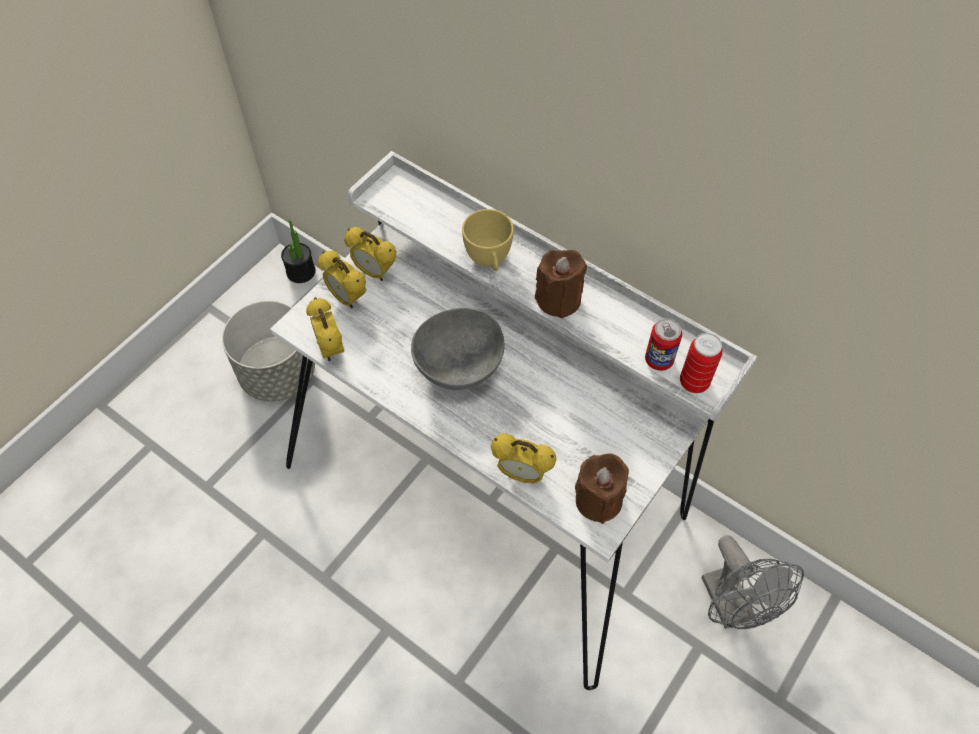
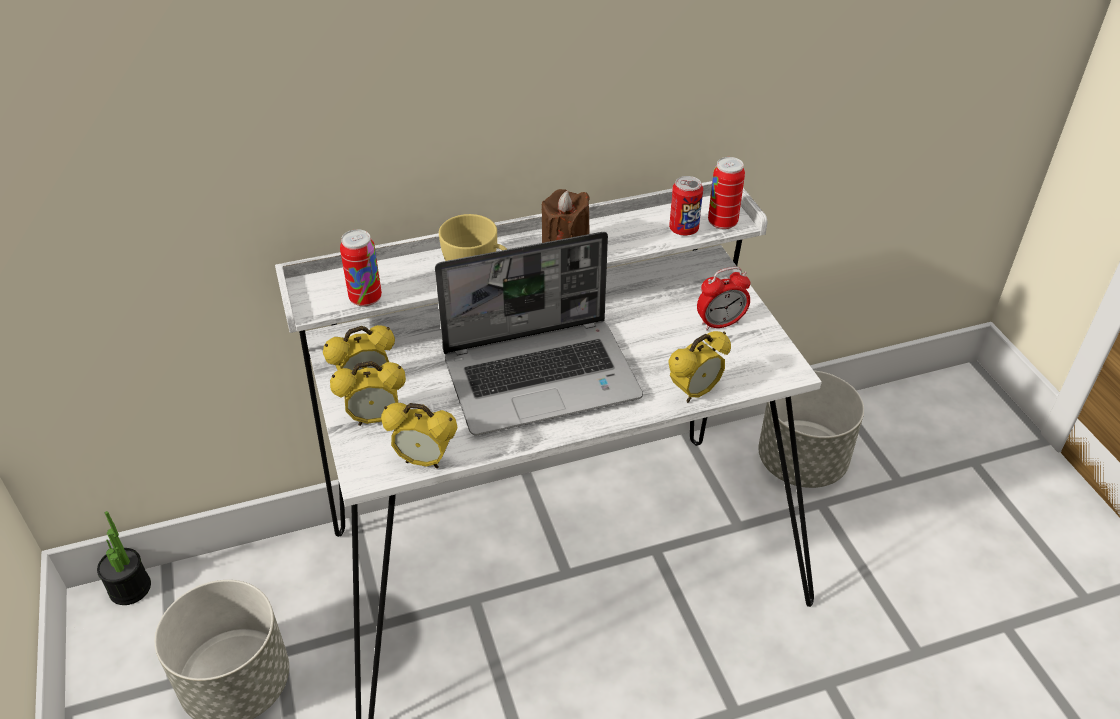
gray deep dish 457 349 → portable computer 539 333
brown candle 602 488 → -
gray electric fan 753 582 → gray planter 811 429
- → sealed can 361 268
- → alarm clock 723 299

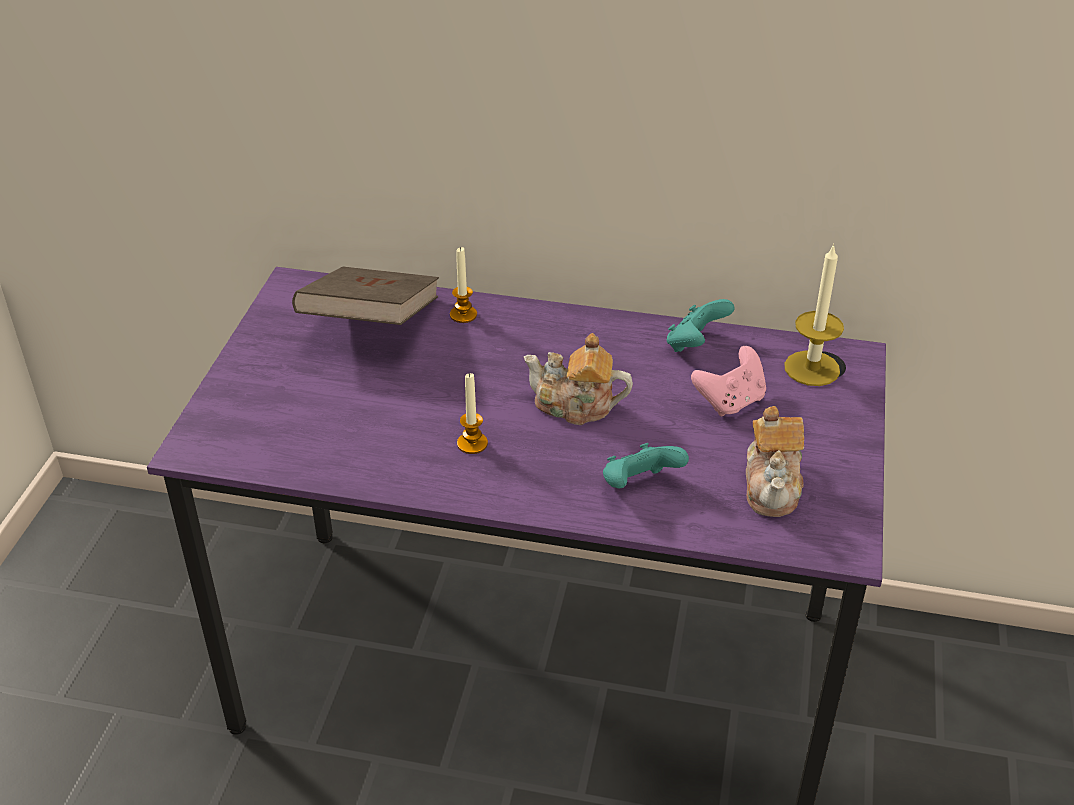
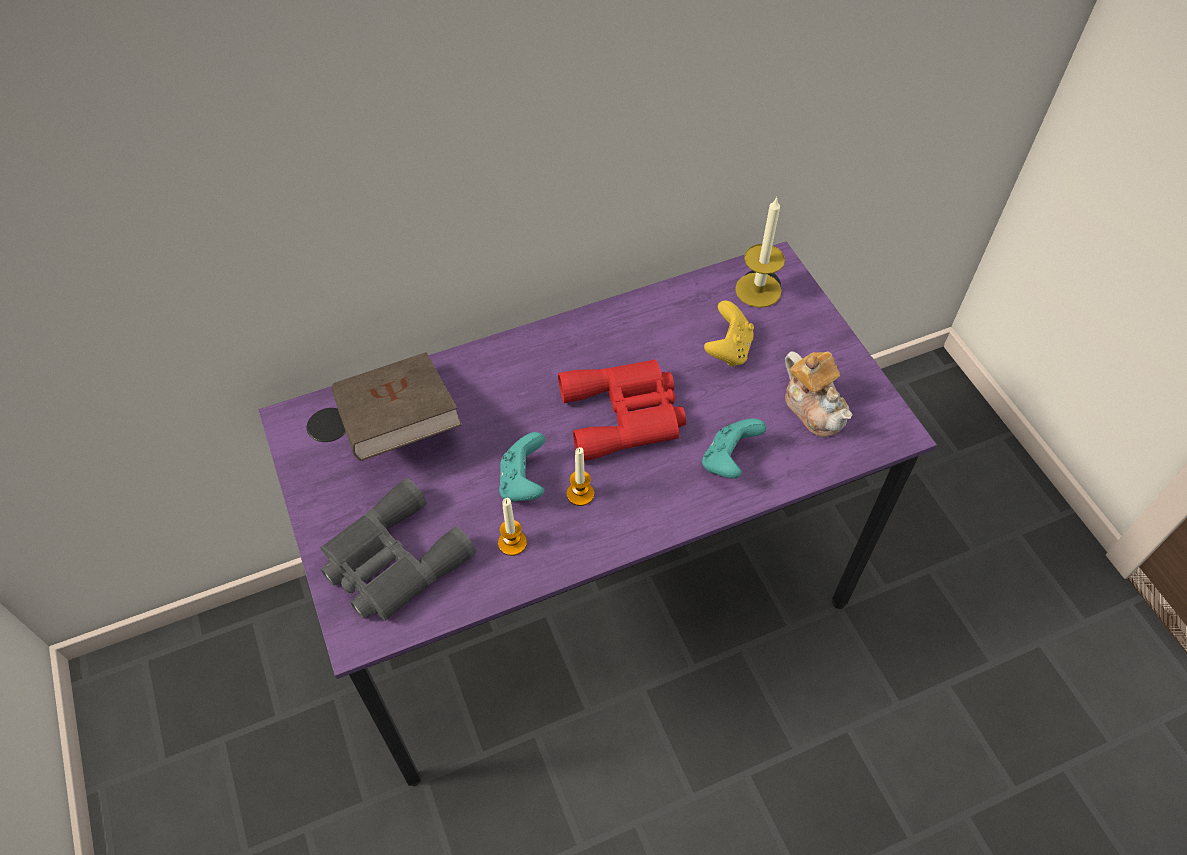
candle 463 285 → candle 512 527, move
teapot 578 379 → reddish field glasses 622 410
blue-green game controller 700 325 → blue-green game controller 522 467, move
pinkish game controller 728 381 → yellow-coloured game controller 729 334
- → gray field glasses 398 549

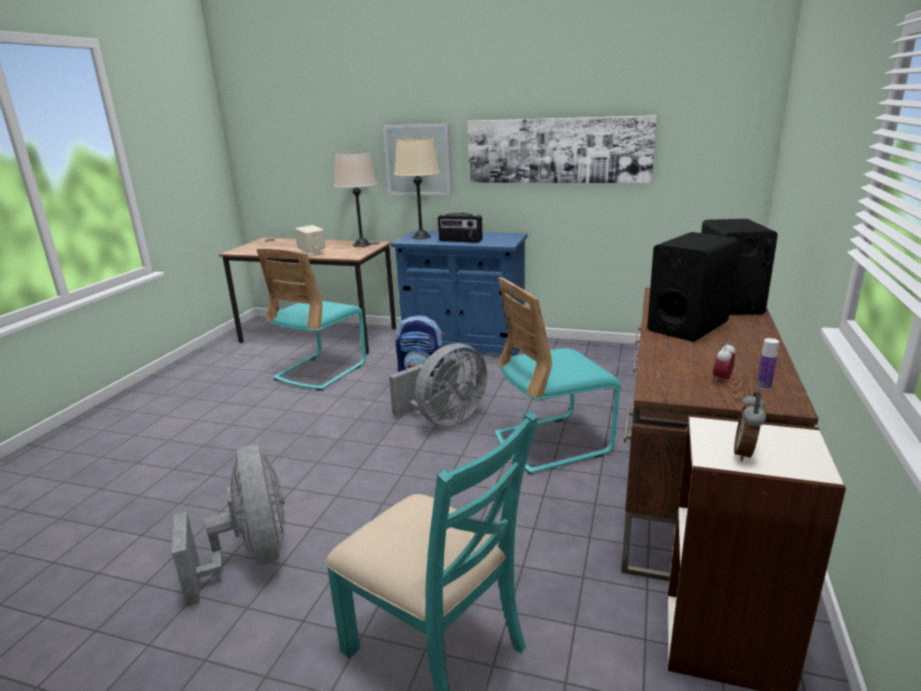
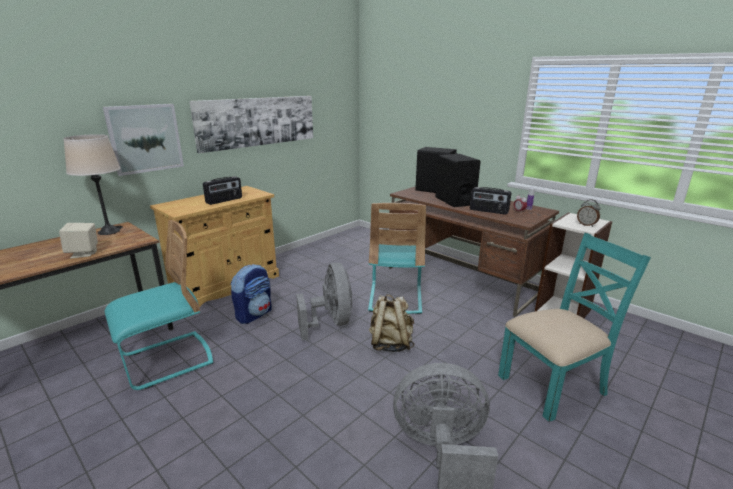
blue-green chair 311 319 → blue-green chair 159 305, 90 degrees counterclockwise
bluish storage cabinet 459 293 → sand-coloured storage cabinet 214 246
sand-coloured lamp for a table 417 188 → -
- → sand-coloured backpack 391 323
- → radio set 490 201

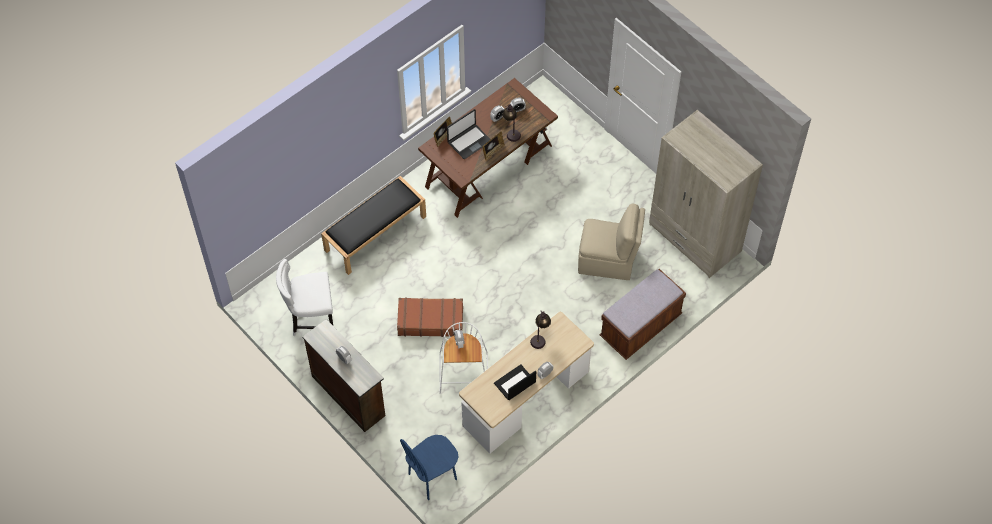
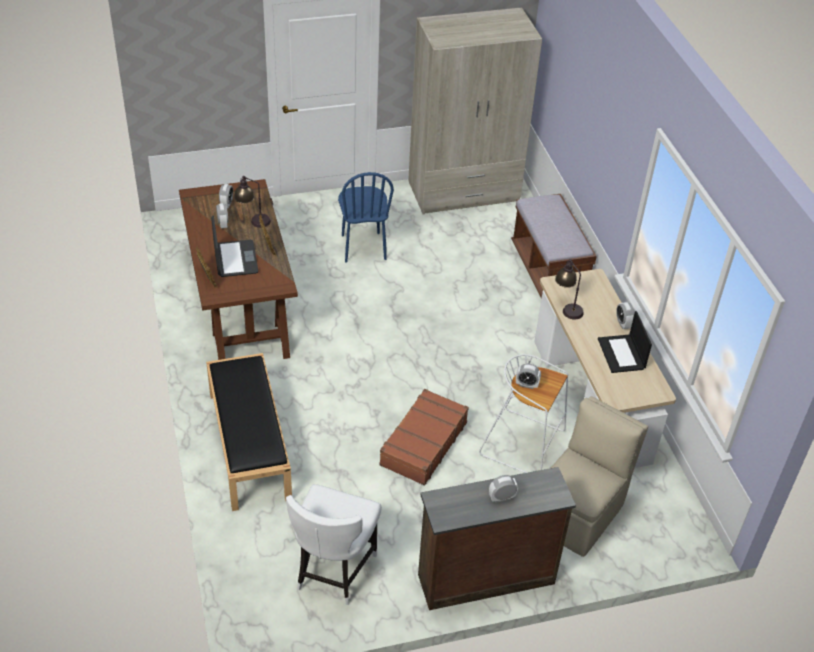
bluish chair 429 467 → bluish chair 366 217, move
sand-coloured chair 611 241 → sand-coloured chair 599 476, move

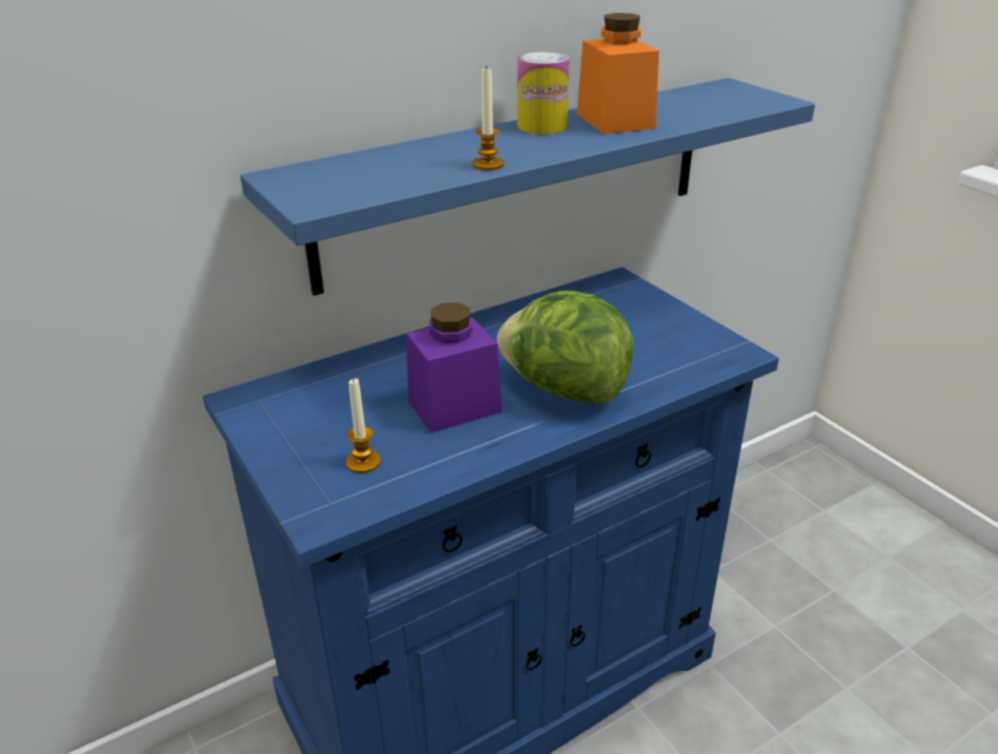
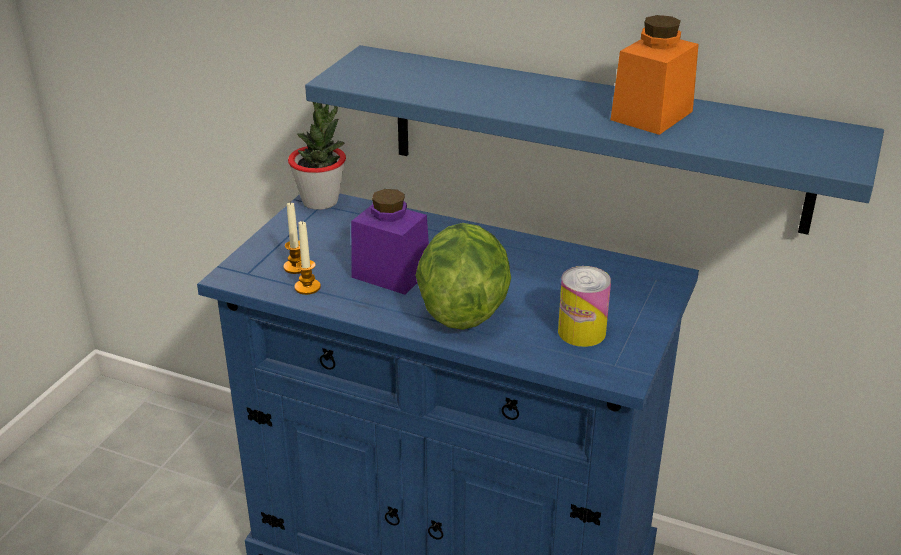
candle 488 117 → candle 308 258, move
sealed can 543 92 → sealed can 584 306, move
- → potted plant 317 156

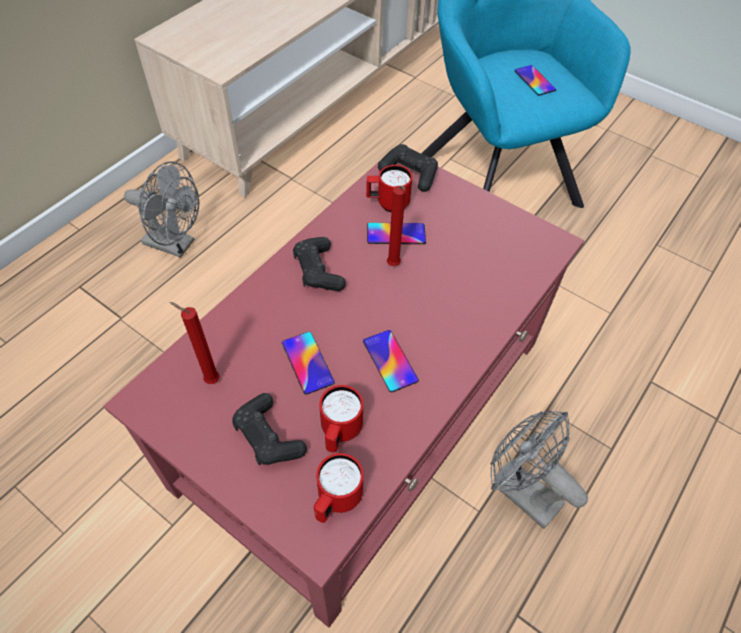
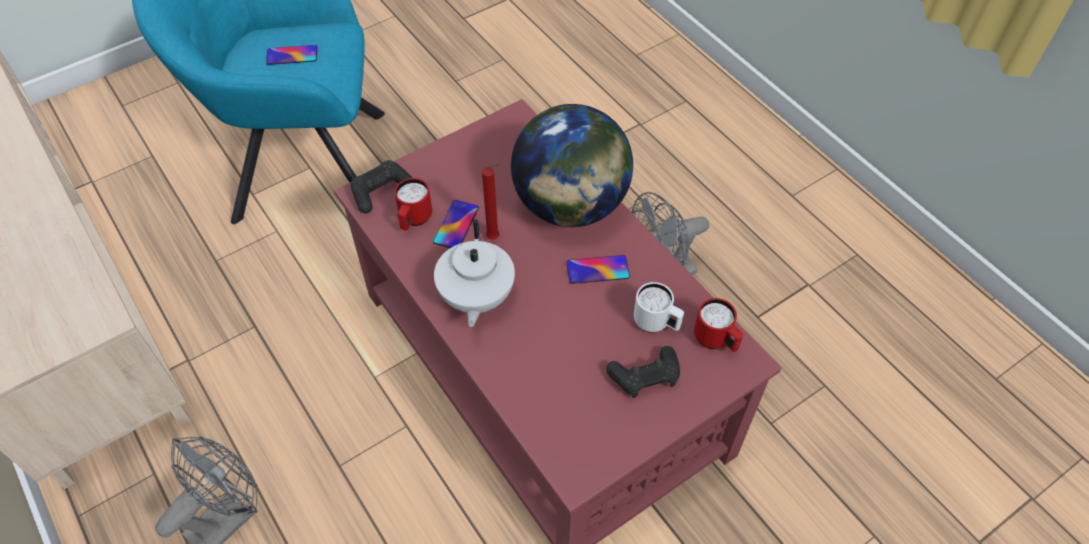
reddish candle 194 343 → -
telephone 308 363 → -
black-coloured game controller 319 264 → whitish teapot 474 273
reddish coffee mug 341 419 → whitish coffee mug 659 307
- → desk globe 572 165

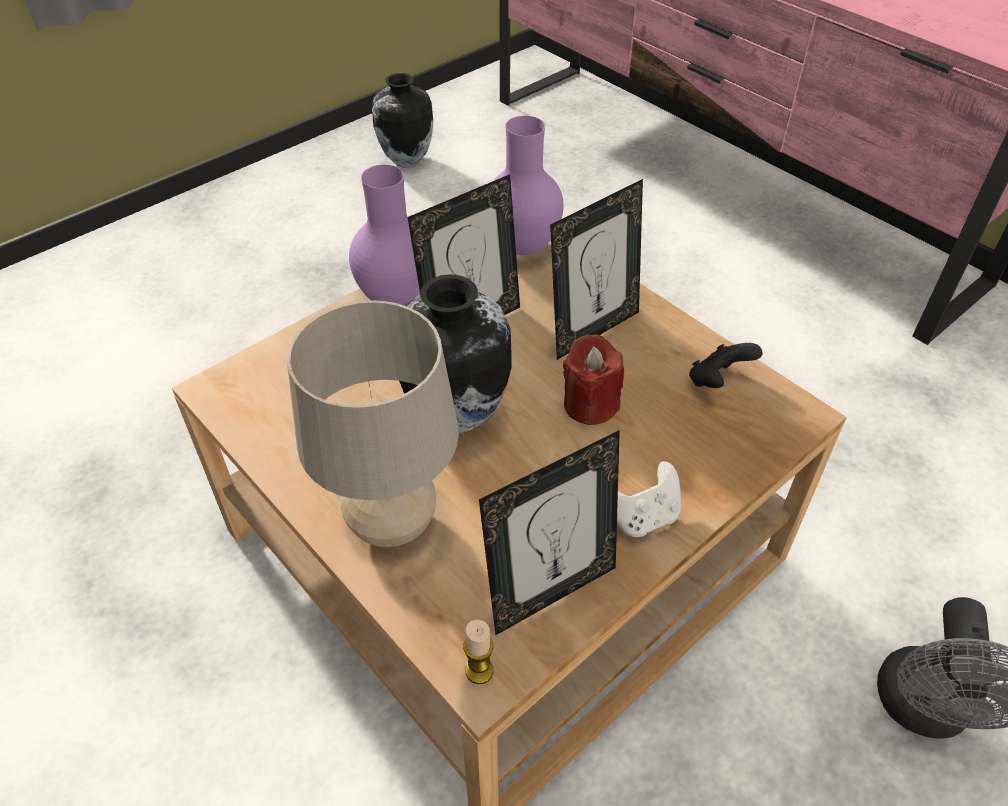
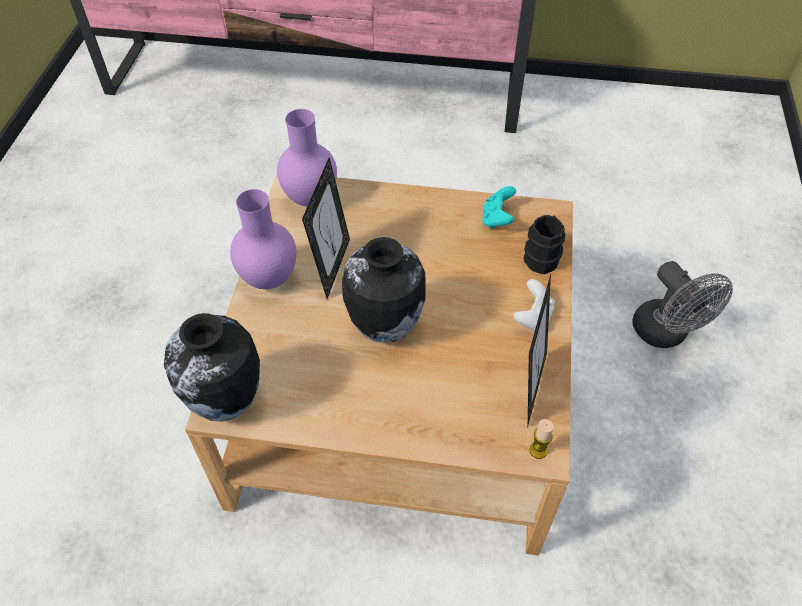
sand-coloured lamp for a table 373 423 → -
flower vase 402 120 → flower vase 212 367, move
picture frame 596 269 → -
reddish candle 593 379 → -
black-coloured game controller 726 365 → blue-green game controller 499 207
- → black-coloured coffee mug 544 244

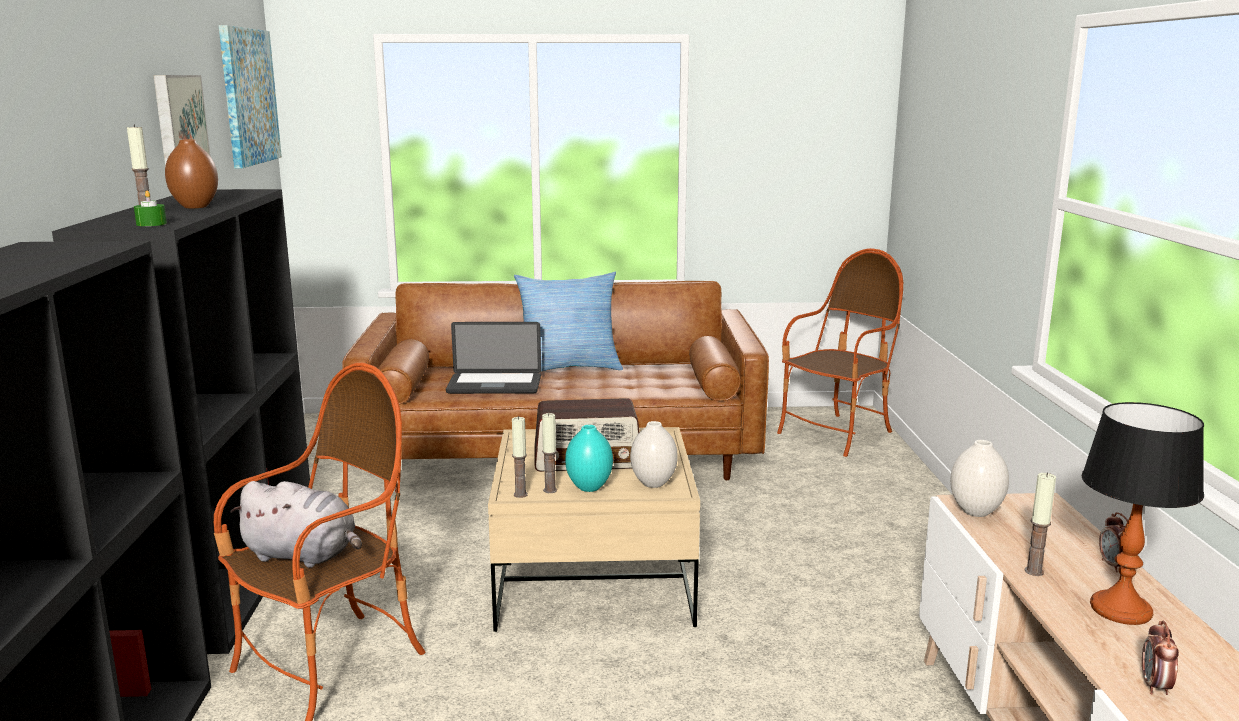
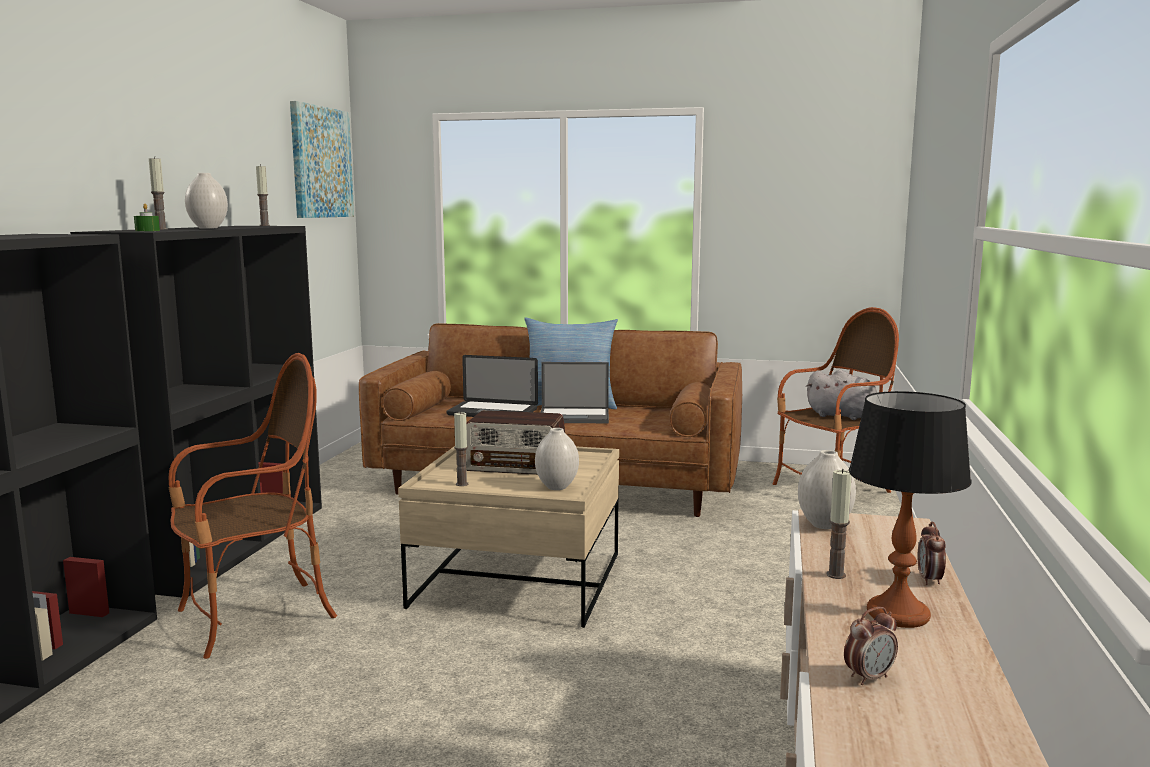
wall picture 182 120 → -
brown flower vase 191 173 → whitish flower vase 206 200
gray soft toy 296 524 → gray soft toy 841 395, move
candle 520 457 → candle 263 195, move
blue-green flower vase 589 458 → -
alarm clock 1160 657 → alarm clock 871 646, 150 degrees counterclockwise
- → portable computer 574 392

